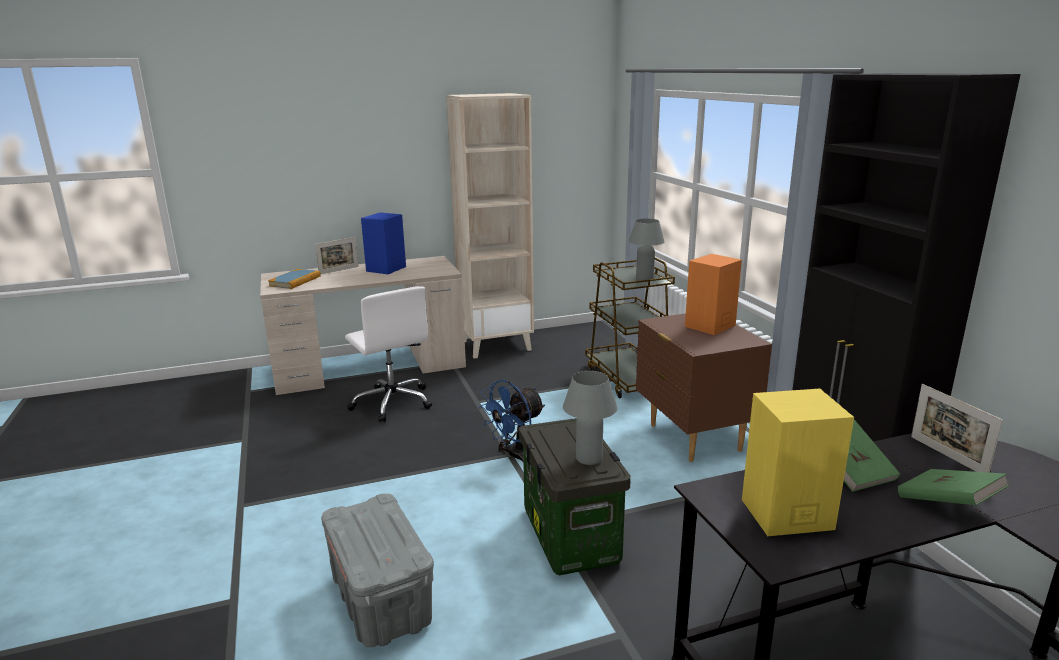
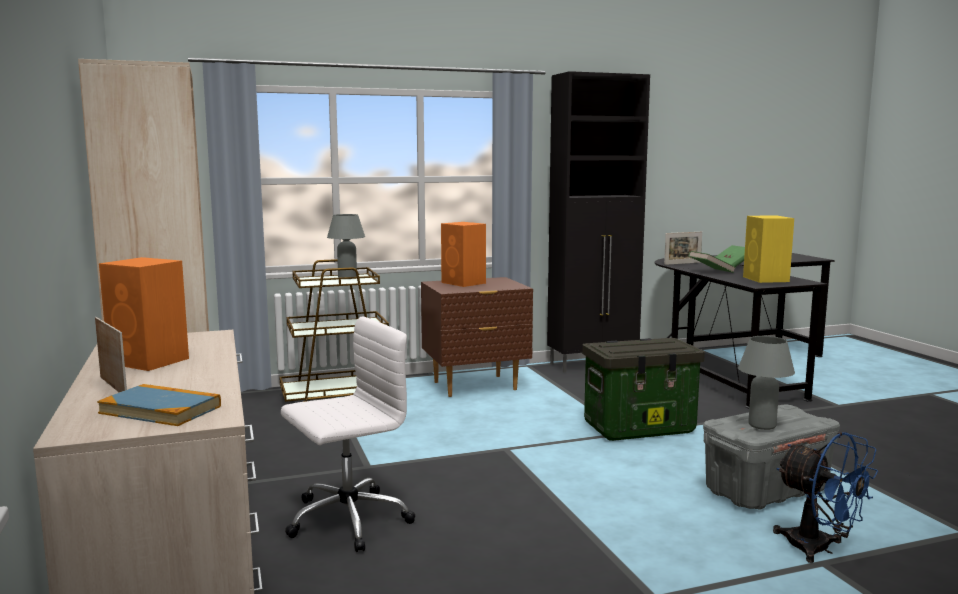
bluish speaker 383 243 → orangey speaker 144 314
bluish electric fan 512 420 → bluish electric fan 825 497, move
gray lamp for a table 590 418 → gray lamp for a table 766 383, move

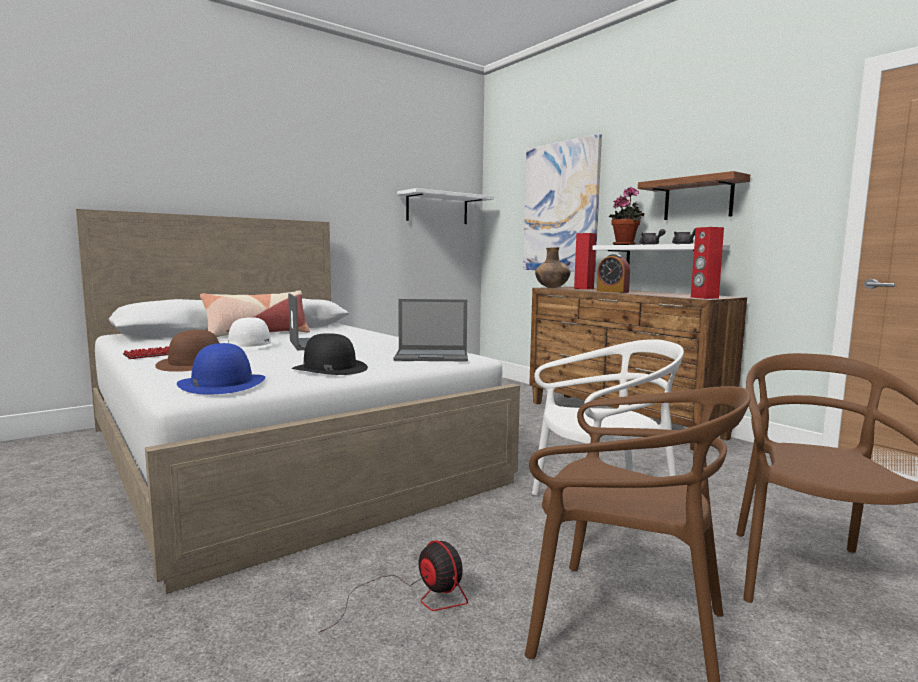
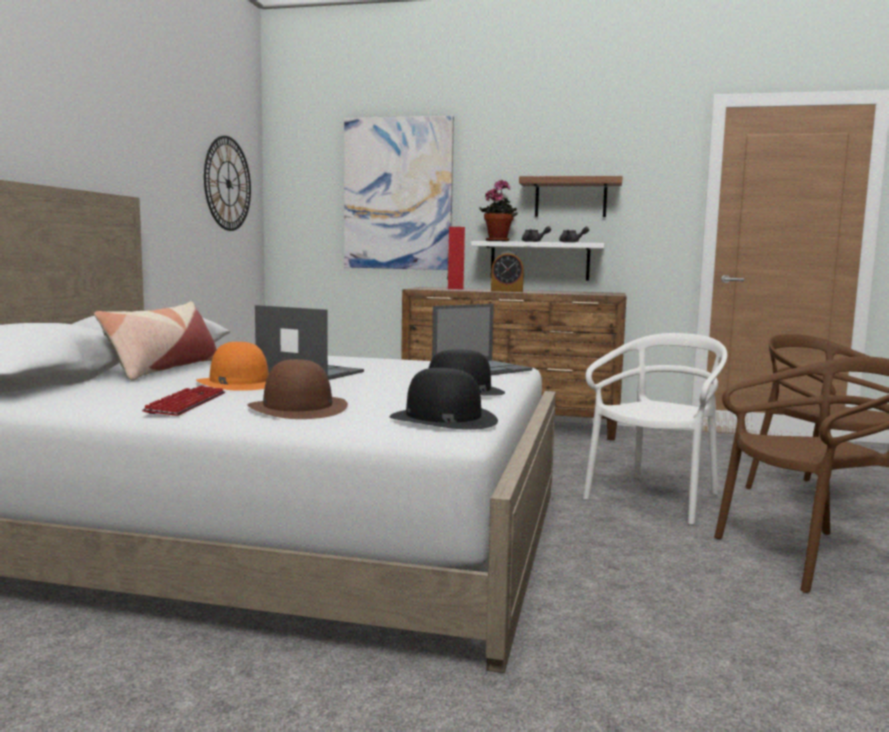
bluish wearable hat 221 369 → black-coloured wearable hat 443 399
whitish wearable hat 250 334 → orangey wearable hat 232 366
electric fan 393 586 → -
whitish wall shelf 445 206 → wall clock 227 183
brown flower vase 553 267 → -
reddish speaker 707 263 → -

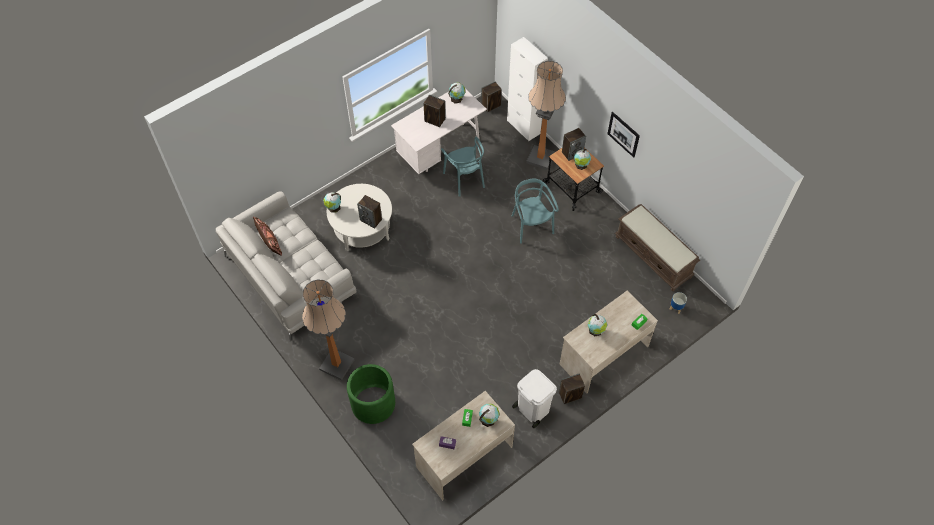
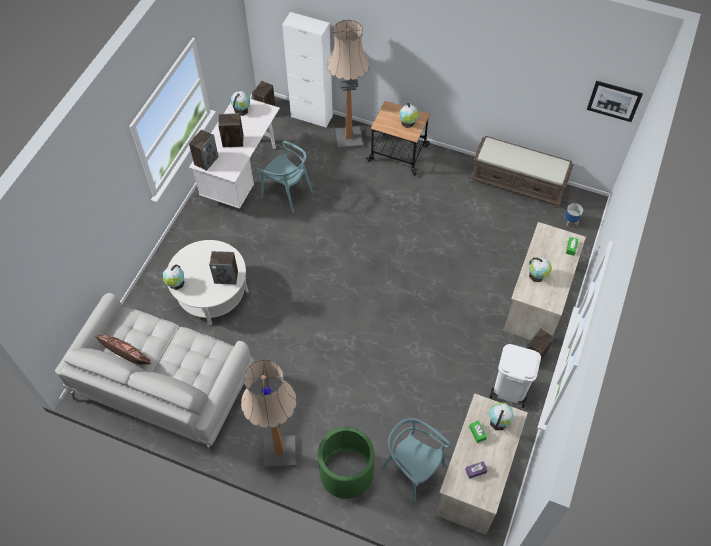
blue-green chair 535 211 → blue-green chair 416 460, move
speaker 574 144 → speaker 203 150, move
wall picture 623 134 → wall picture 615 101, move

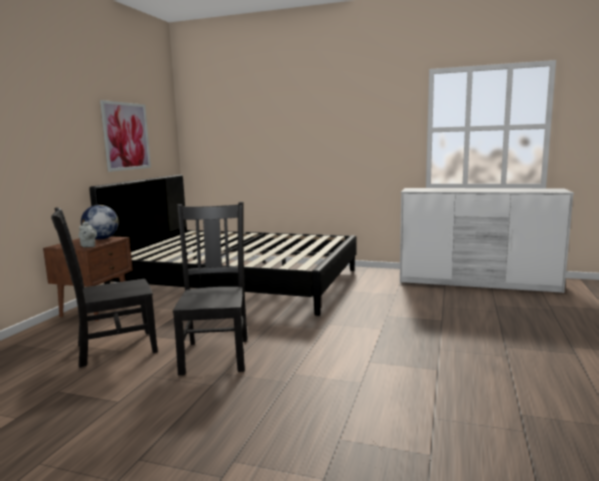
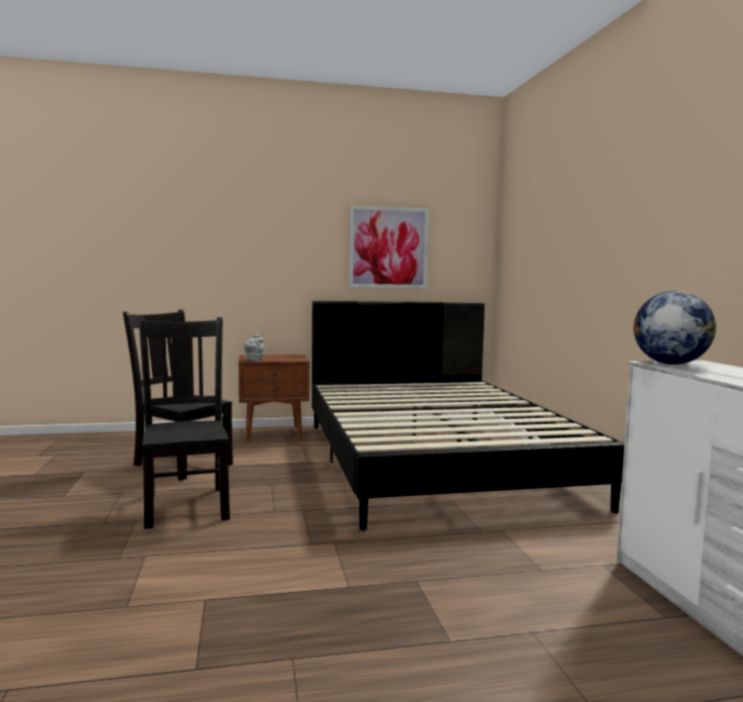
desk globe 100 222 → desk globe 675 328, move
black-coloured chair 210 288 → black-coloured chair 184 423, 75 degrees counterclockwise

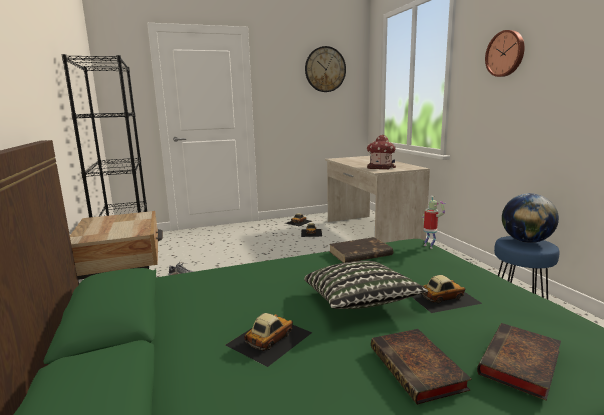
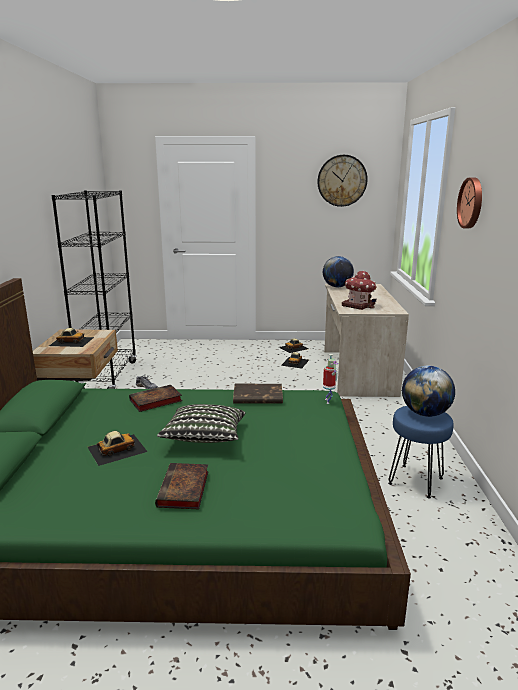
toy car 447 294 → toy car 71 337, move
book 519 362 → book 155 398, move
- → desk globe 338 271

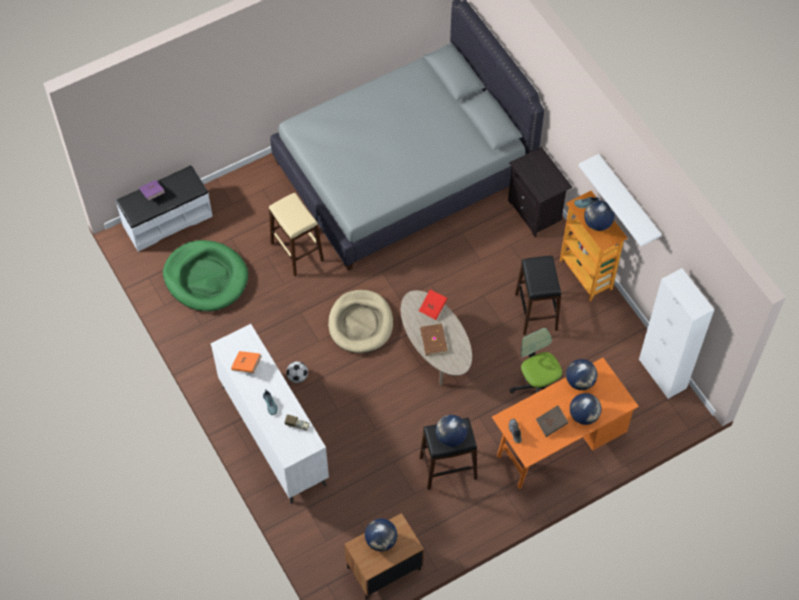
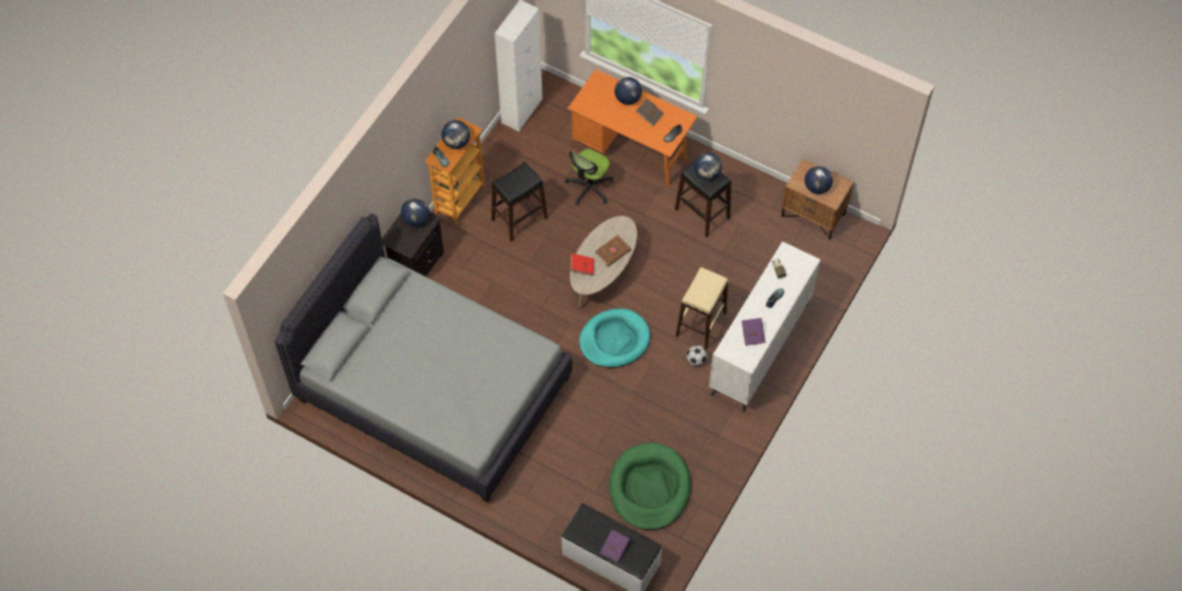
orangey book 246 362 → purple book 753 332
sand-coloured stool 296 234 → sand-coloured stool 702 308, move
sand-coloured dog cushion 360 321 → blue-green dog cushion 614 338
desk globe 581 374 → desk globe 415 212, move
whitish wall shelf 620 200 → -

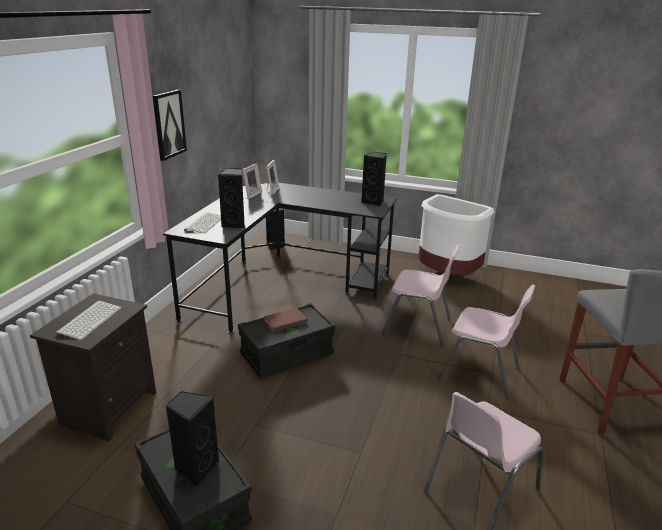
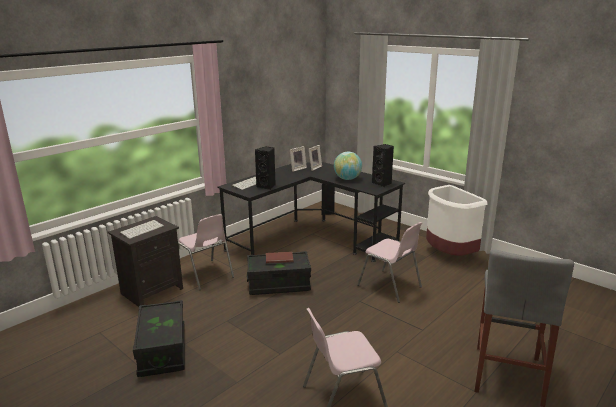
wall picture 169 125 → -
black-coloured speaker 192 439 → -
pinkish chair 486 341 → pinkish chair 206 252, move
- → desk globe 348 165

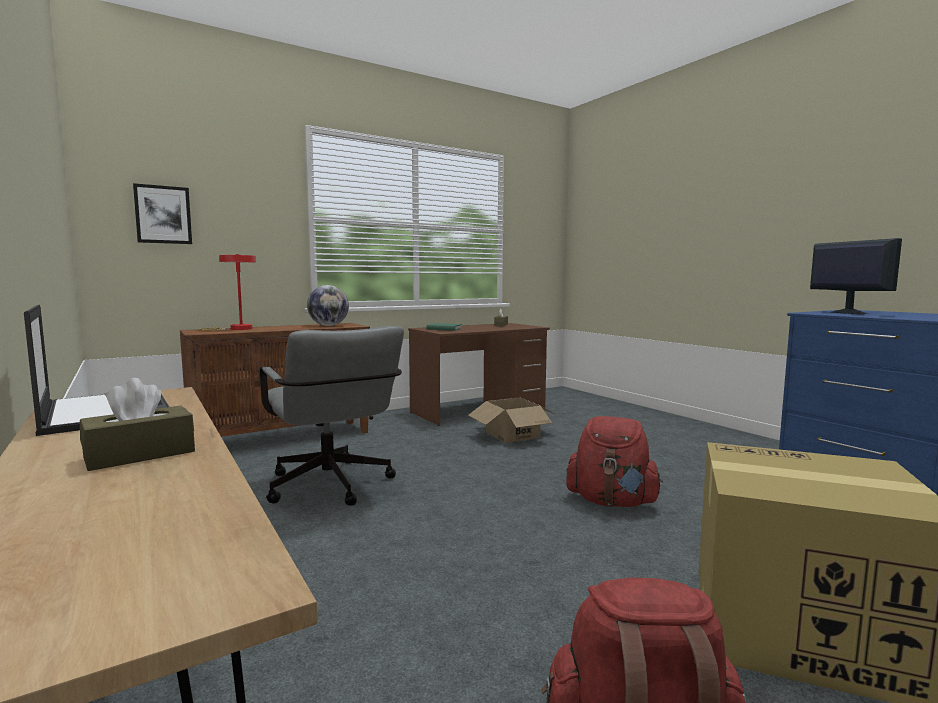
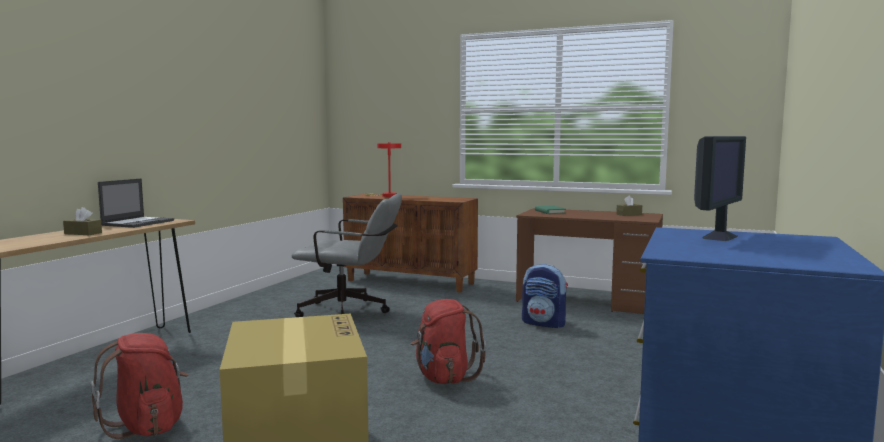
wall picture 162 213 → -
gray office chair 332 416 → gray office chair 347 255, 105 degrees counterclockwise
desk globe 328 305 → -
carton 513 420 → backpack 545 296

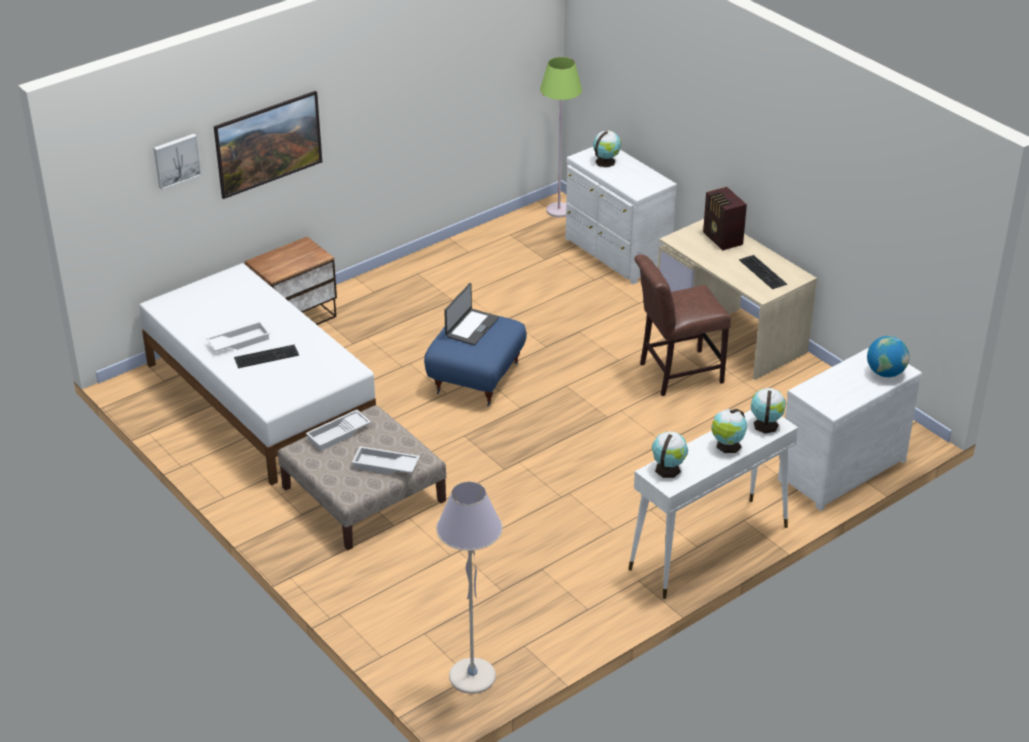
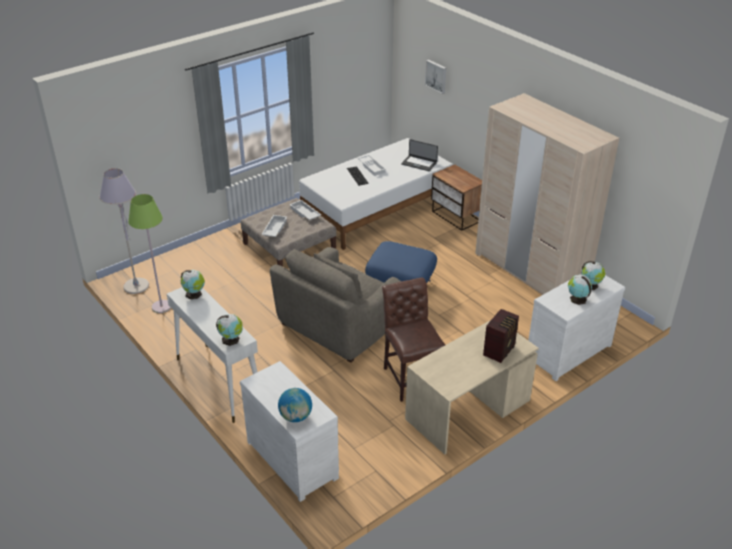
wall picture 268 145 → -
portable computer 471 314 → portable computer 419 155, move
green-coloured standard lamp 561 137 → green-coloured standard lamp 149 253, move
radio set 725 218 → radio set 501 336, 150 degrees clockwise
desk globe 729 431 → desk globe 580 290, move
computer keyboard 763 272 → -
- → gray armchair 335 305
- → sand-coloured armoire 547 194

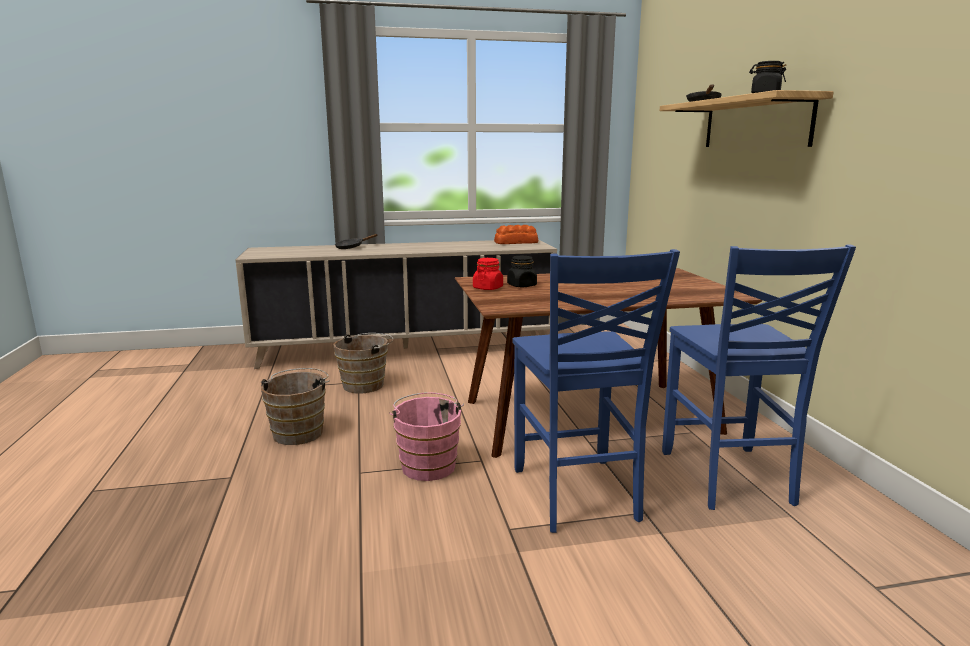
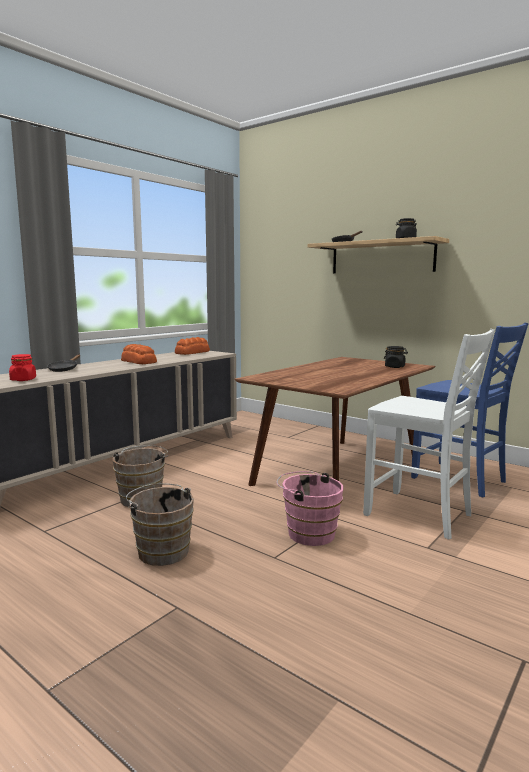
reddish storage jar 488 274 → reddish storage jar 22 367, move
black-coloured storage jar 522 271 → black-coloured storage jar 396 357, move
bluish chair 596 391 → whitish chair 429 434
- → baked bread 139 354

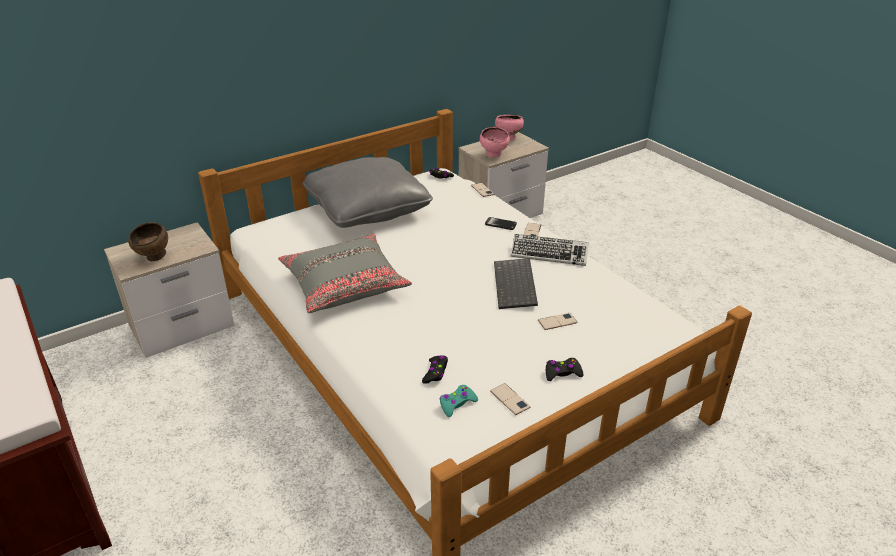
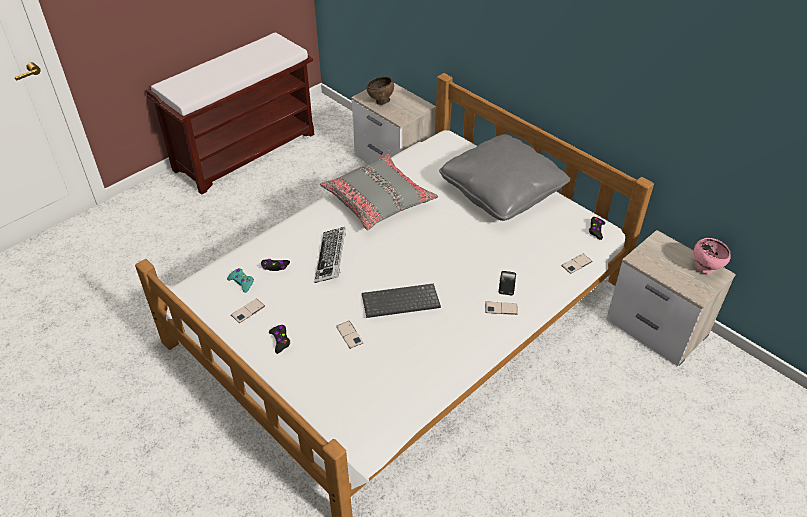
pinkish deep dish 495 142 → -
computer keyboard 549 250 → computer keyboard 330 255, move

